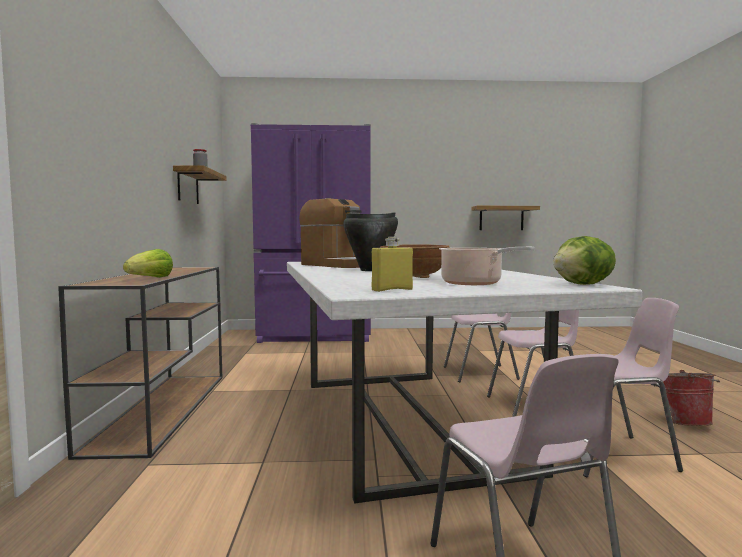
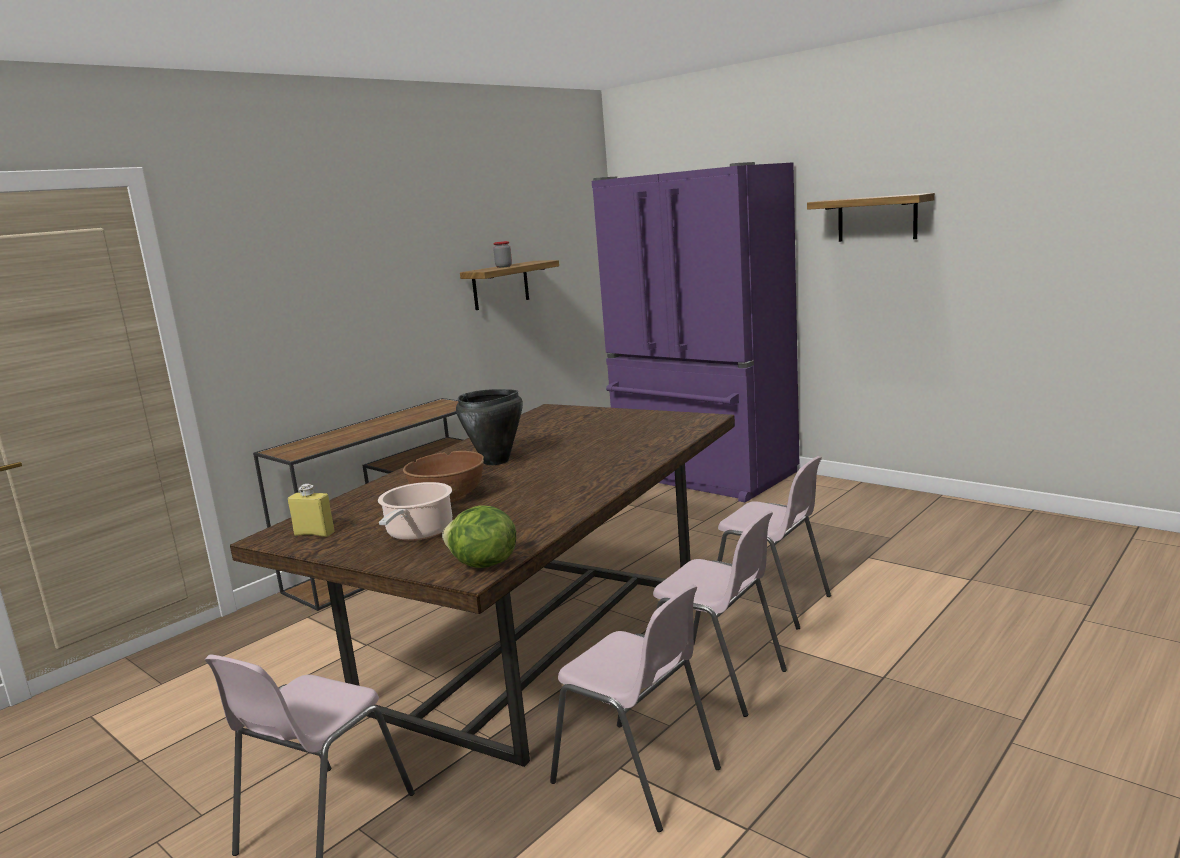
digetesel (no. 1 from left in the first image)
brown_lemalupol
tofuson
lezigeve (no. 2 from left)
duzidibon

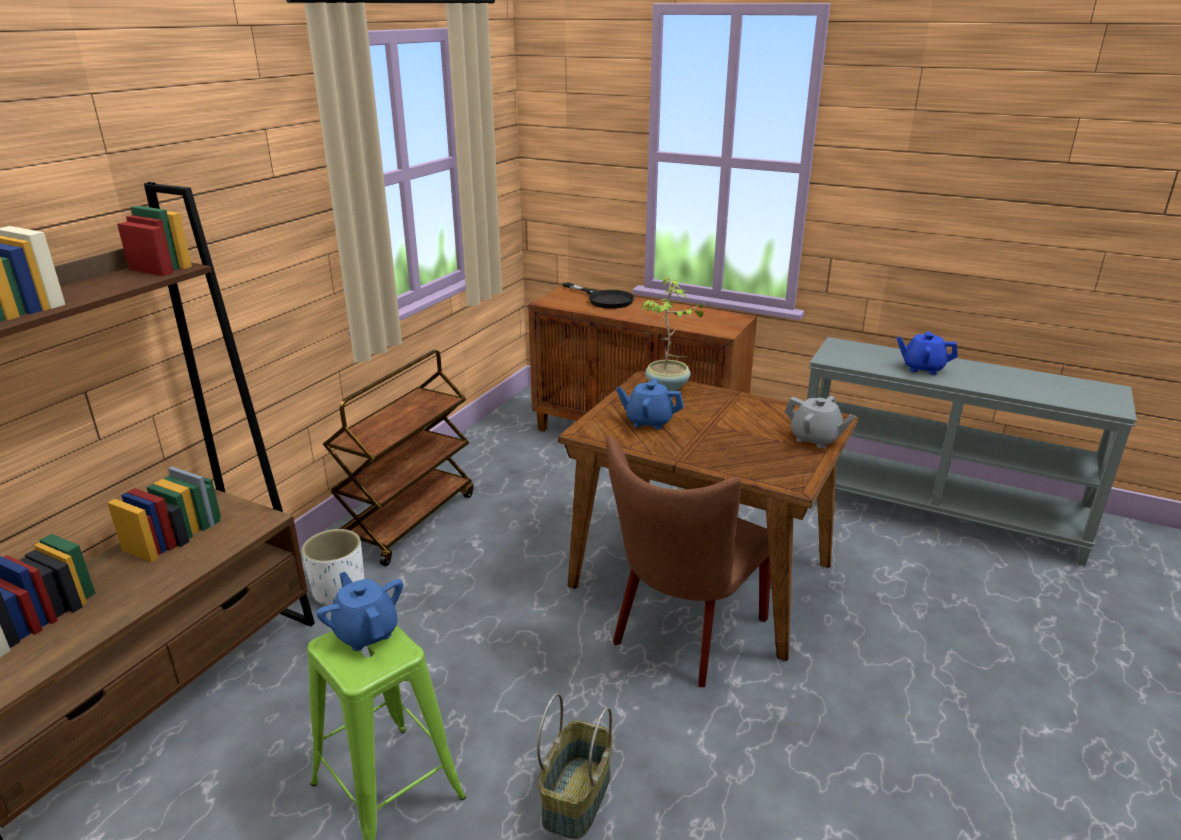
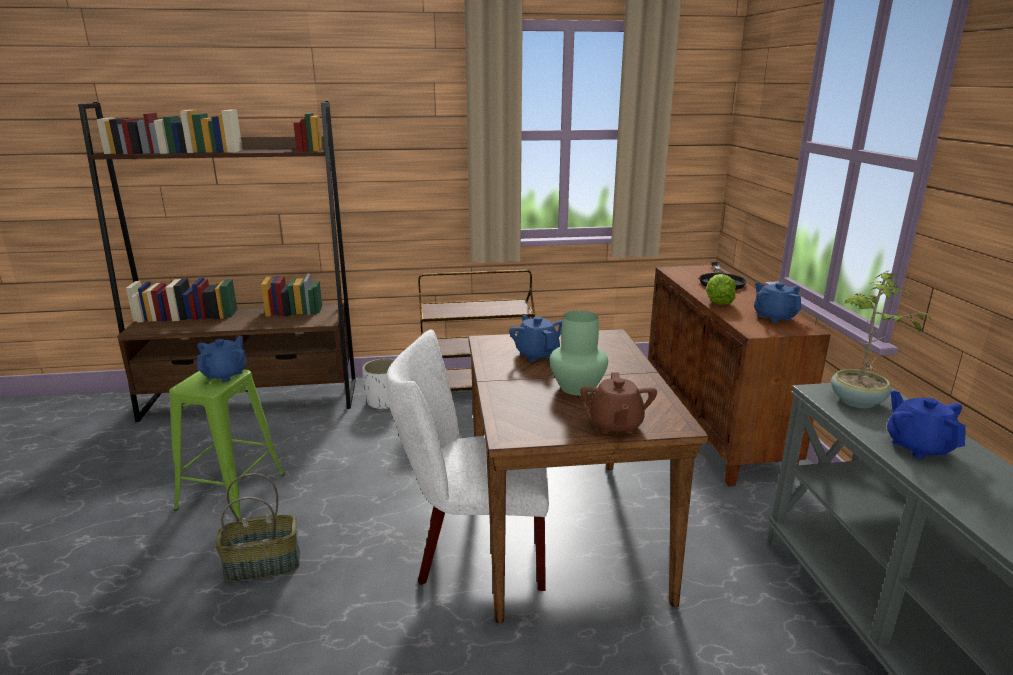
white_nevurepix
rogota
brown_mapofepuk
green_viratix
digetesel
blue_mapofepuk (no. 3 from left)

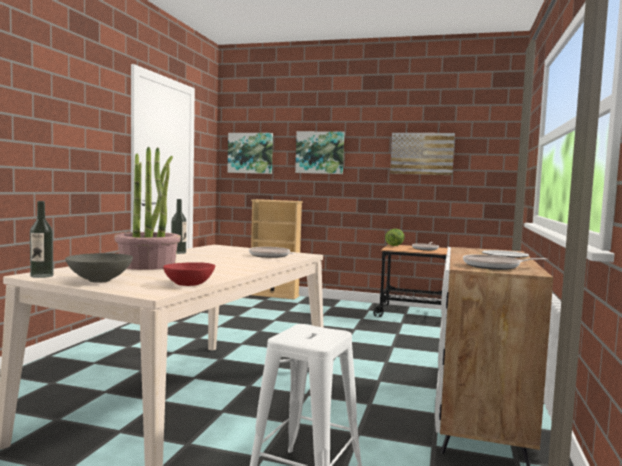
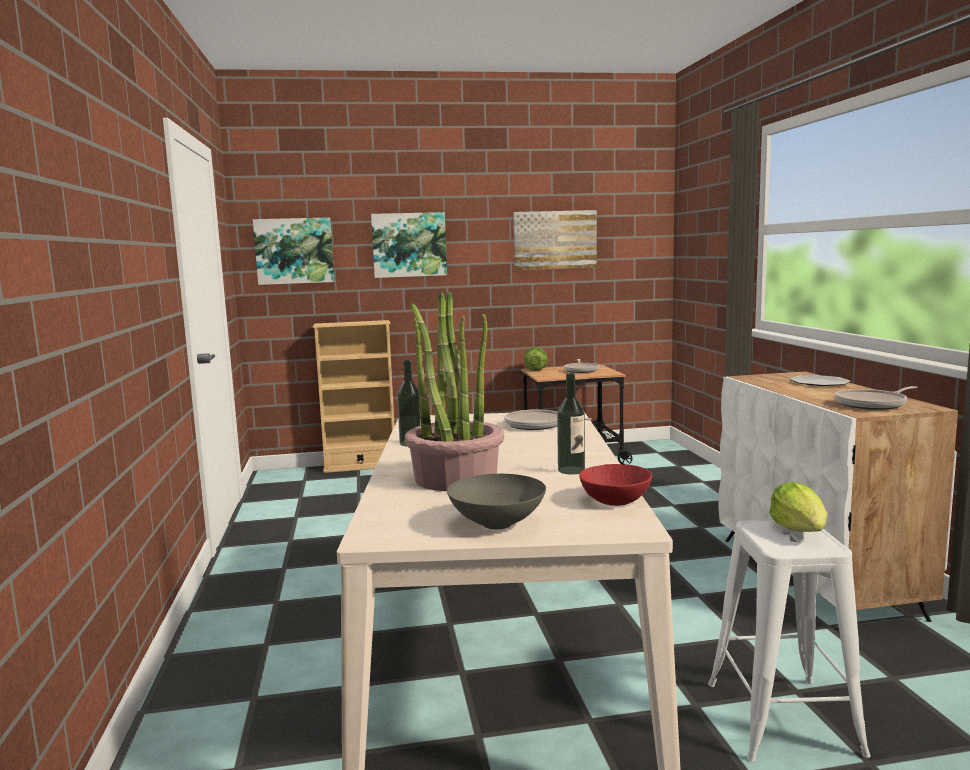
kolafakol (no. 2 from left)
digetesel (no. 2 from left)

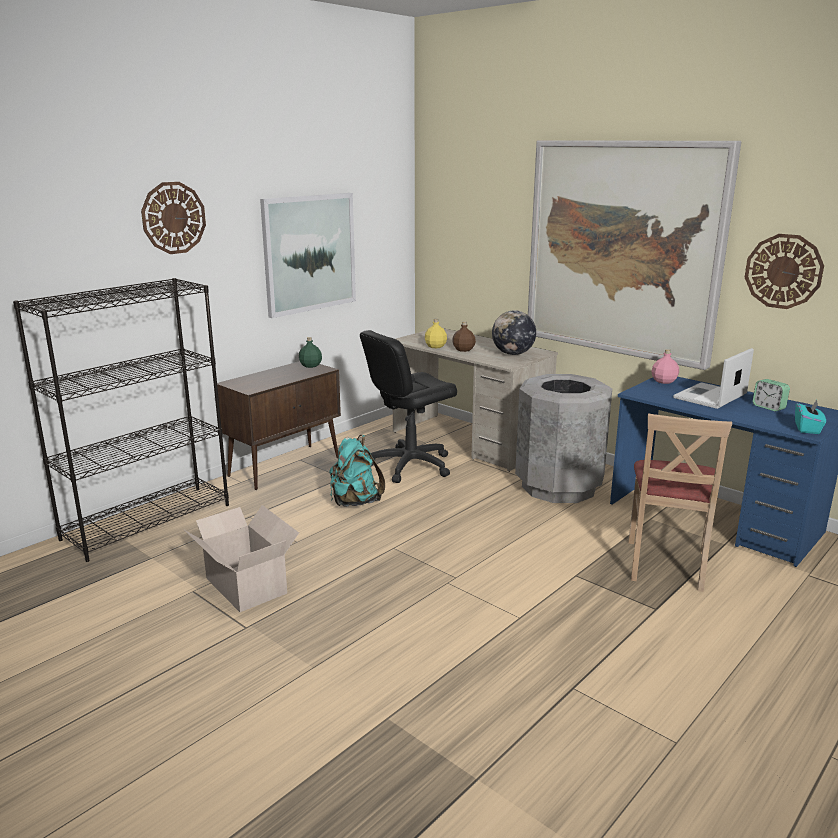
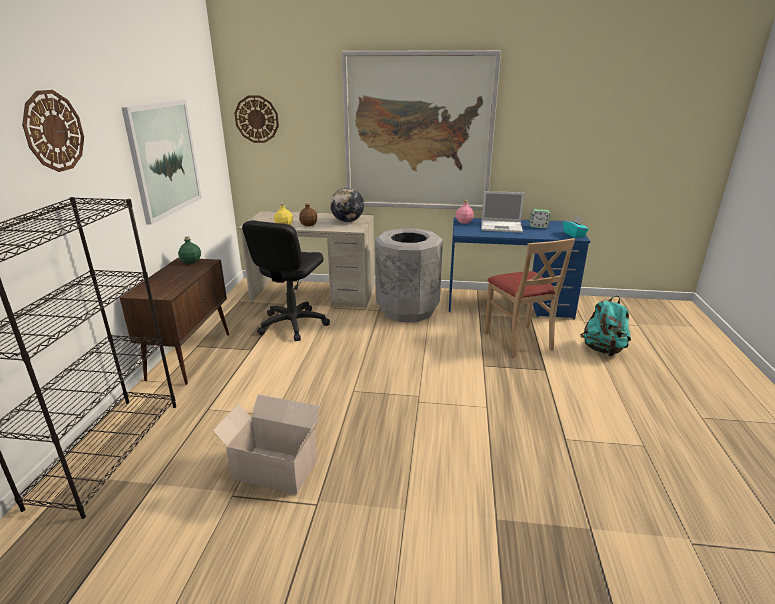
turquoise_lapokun
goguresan
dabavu (no. 2 from left)

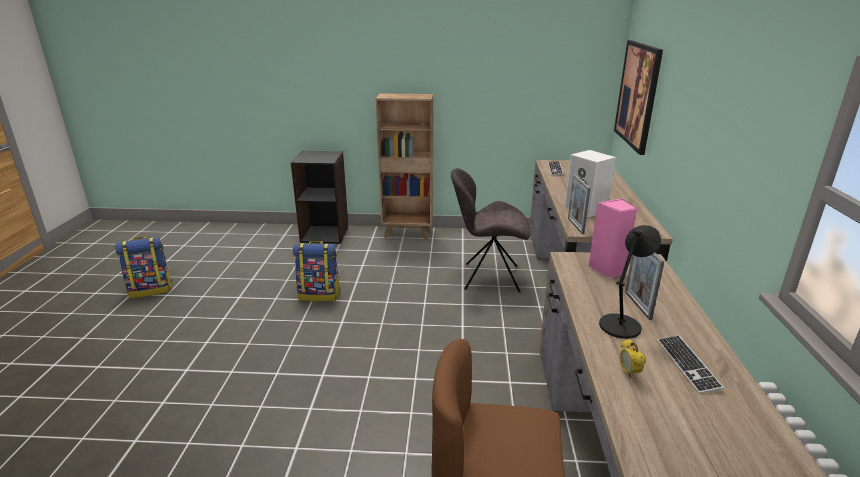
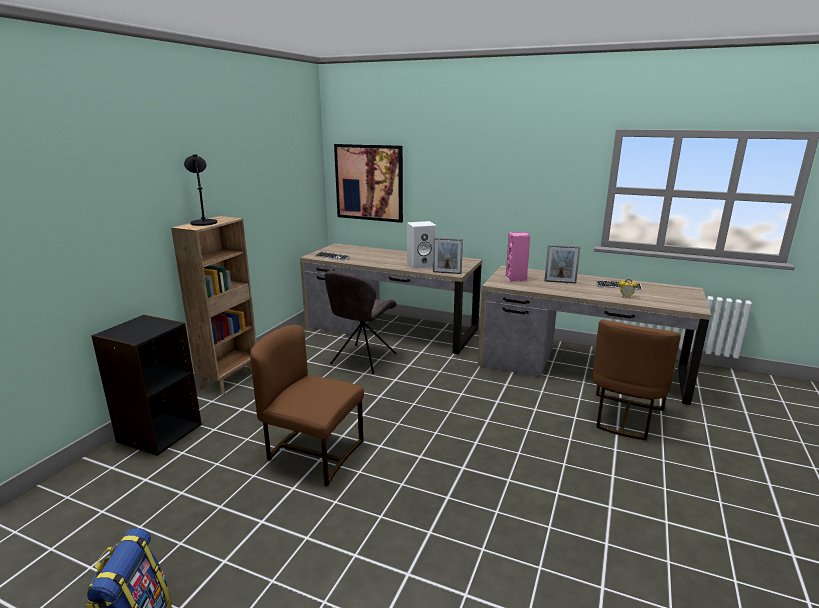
brown_nevurepix (no. 1 from left)
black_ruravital

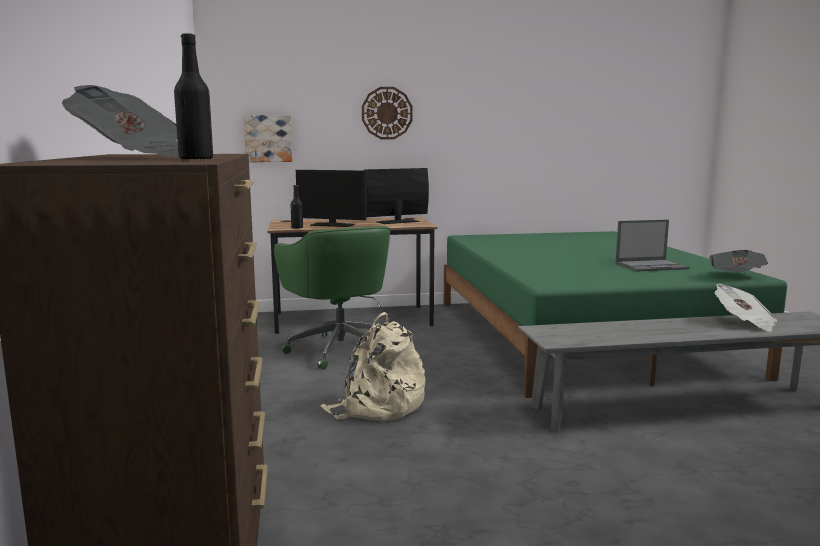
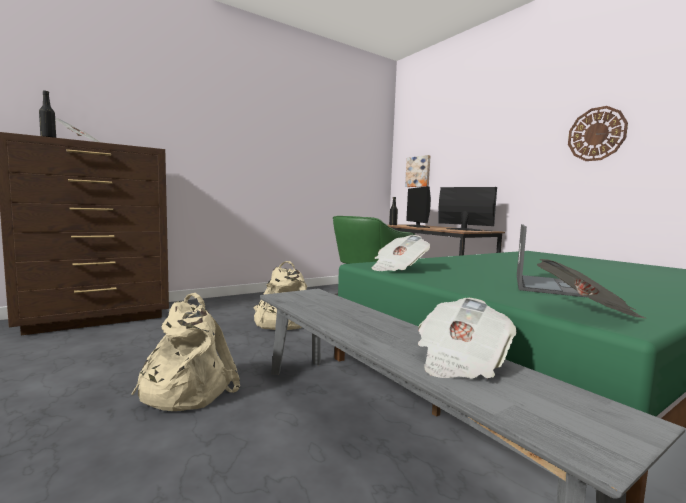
dabavu
goguresan
beige_lapokun (no. 1 from left)
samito (no. 2 from left)

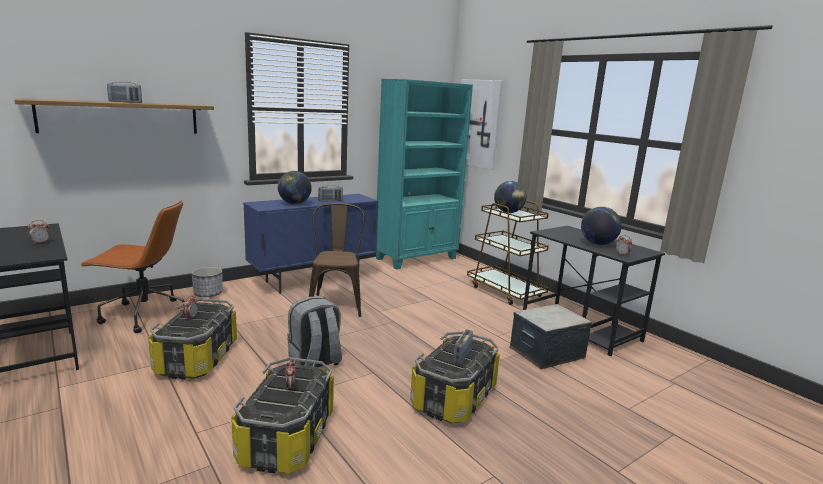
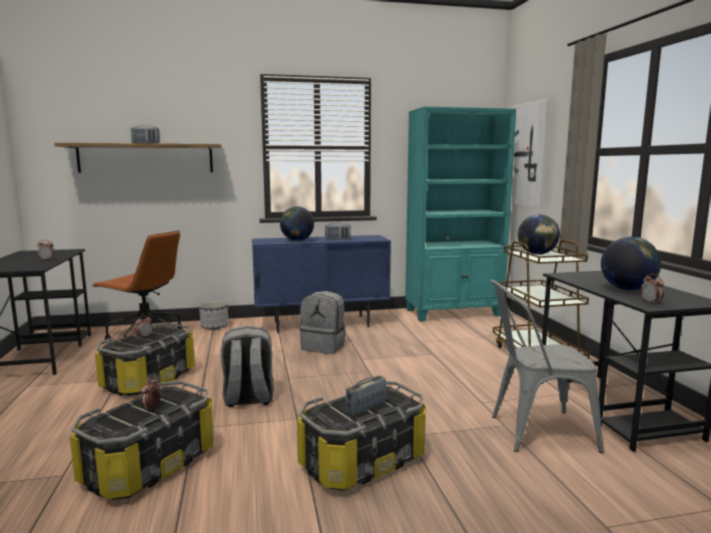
grey_lapokun (no. 2 from left)
grey_nevurepix

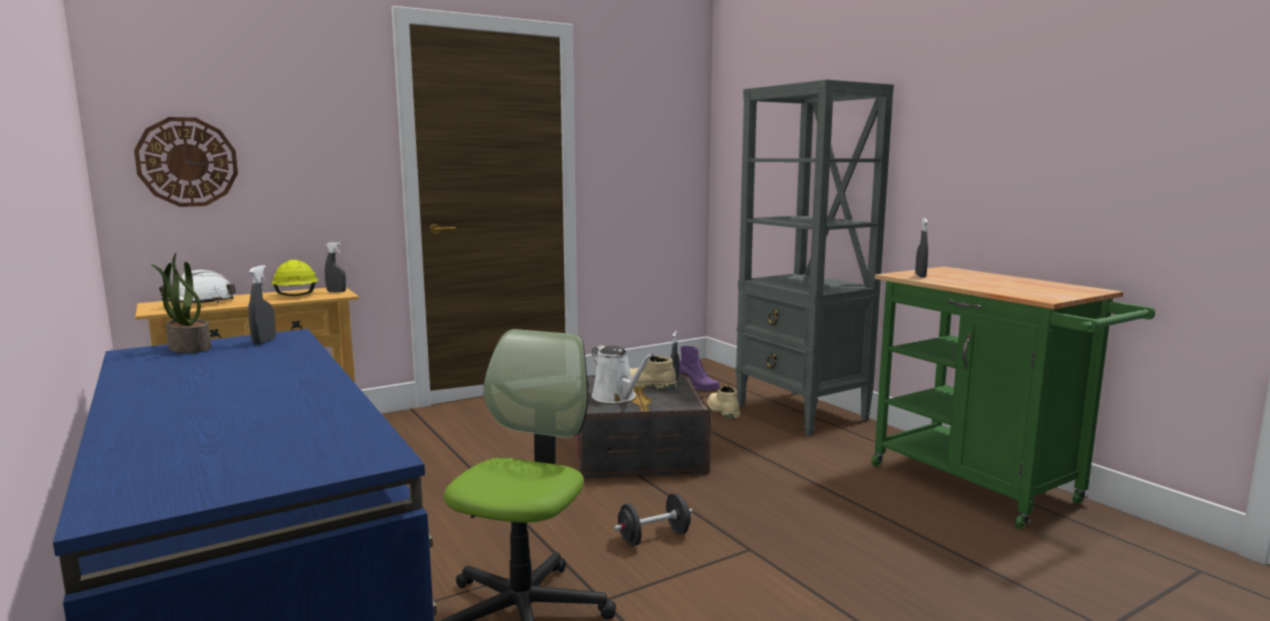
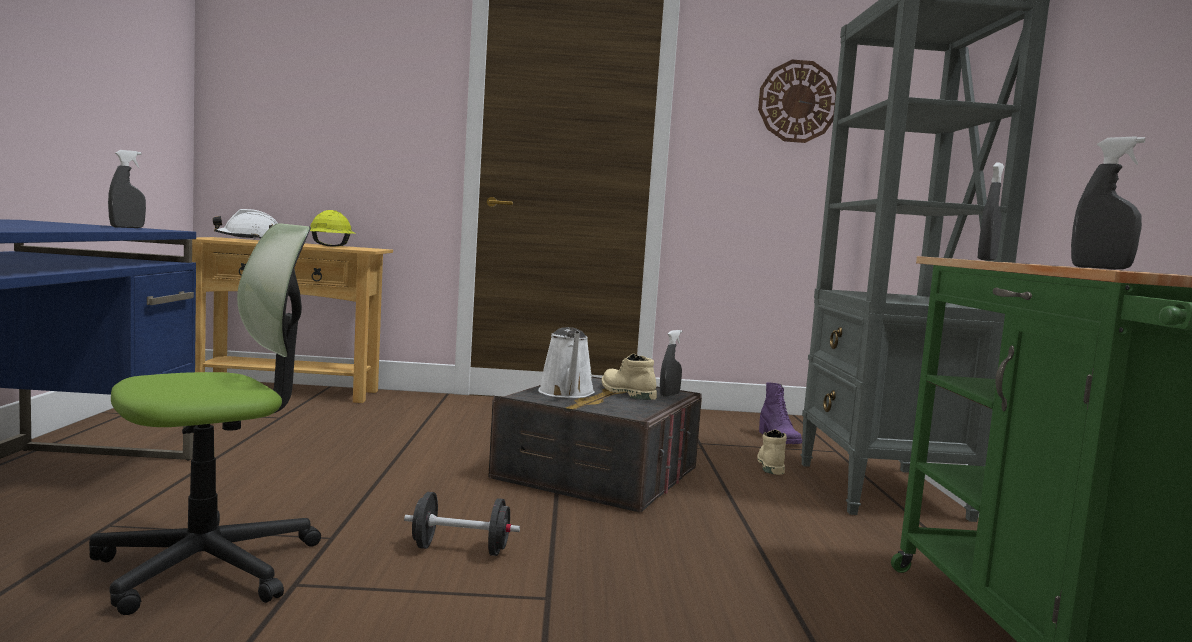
dabavu
rogota
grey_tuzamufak (no. 4 from left)

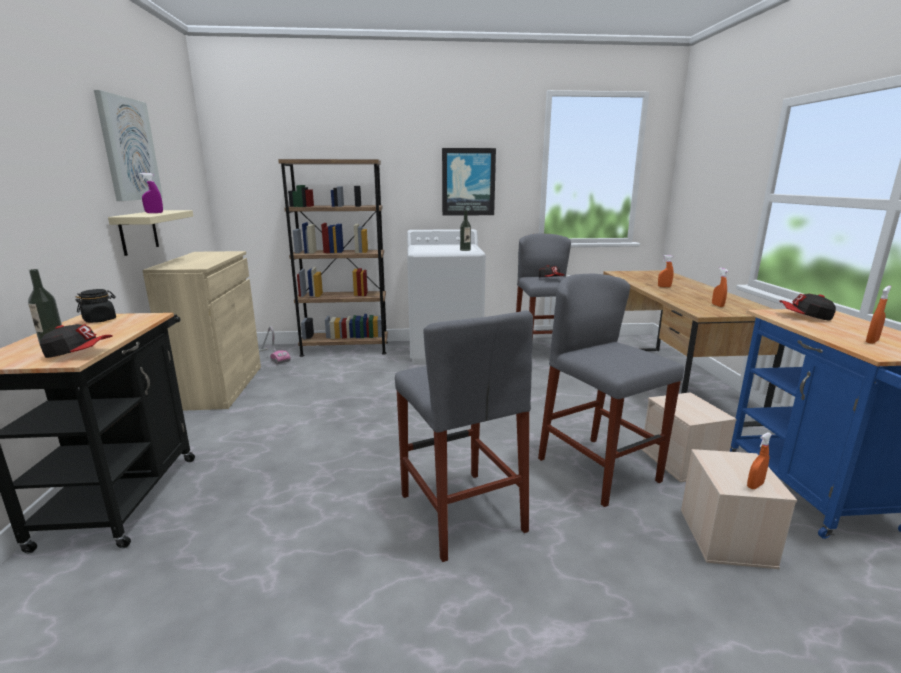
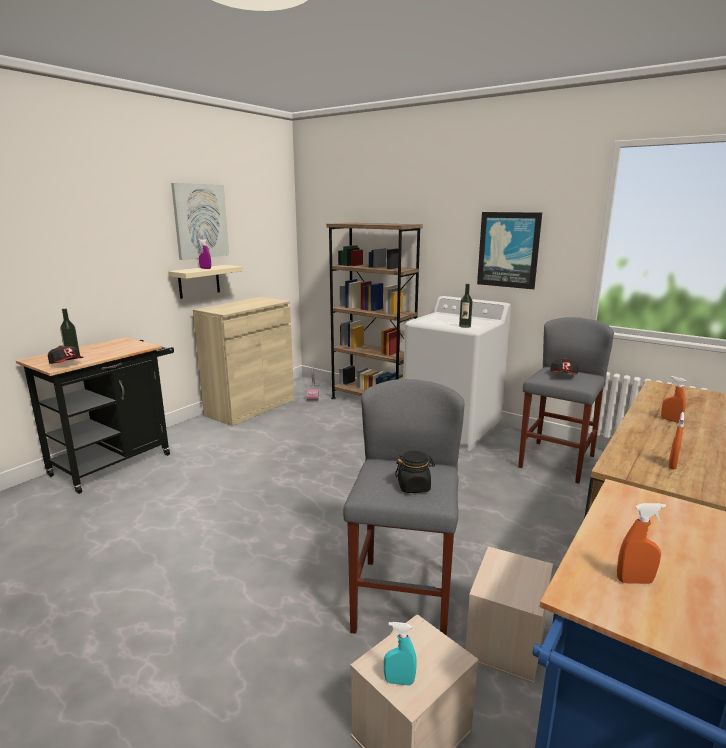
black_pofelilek
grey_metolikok (no. 1 from left in the first image)
turquoise_tuzamufak
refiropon (no. 3 from left in the first image)

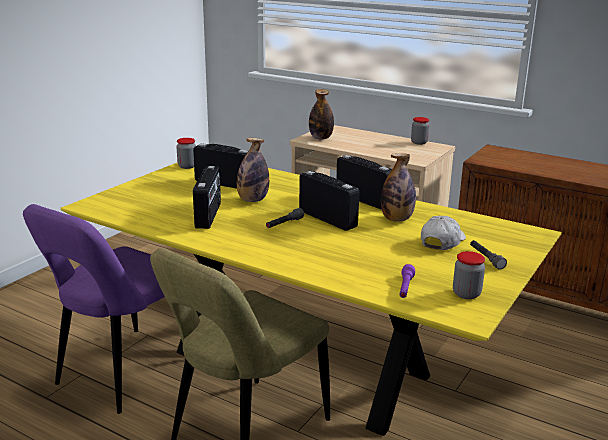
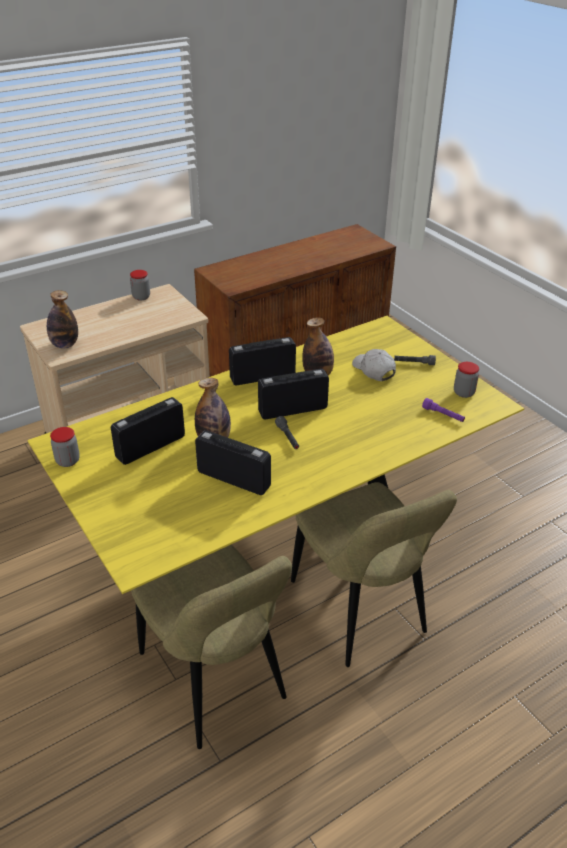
beige_nevurepix (no. 1 from left)

